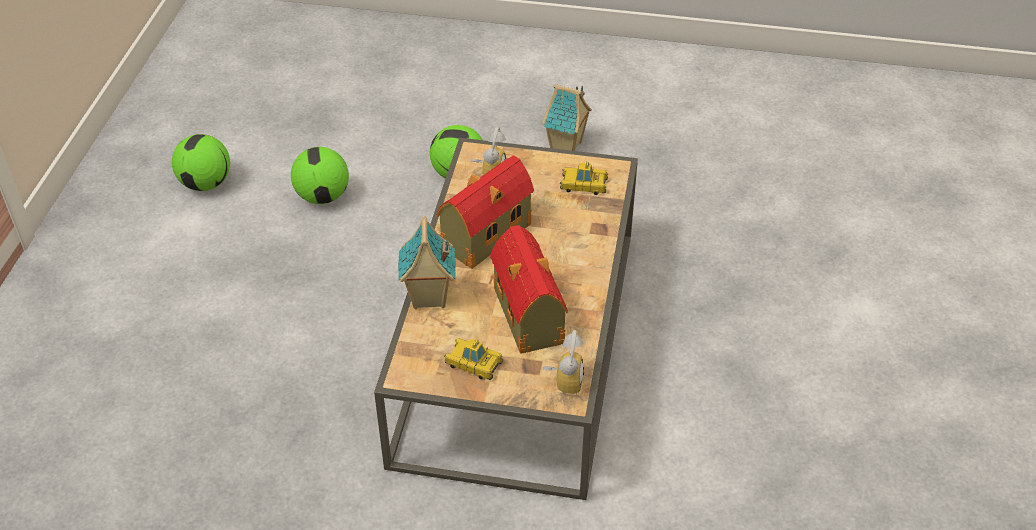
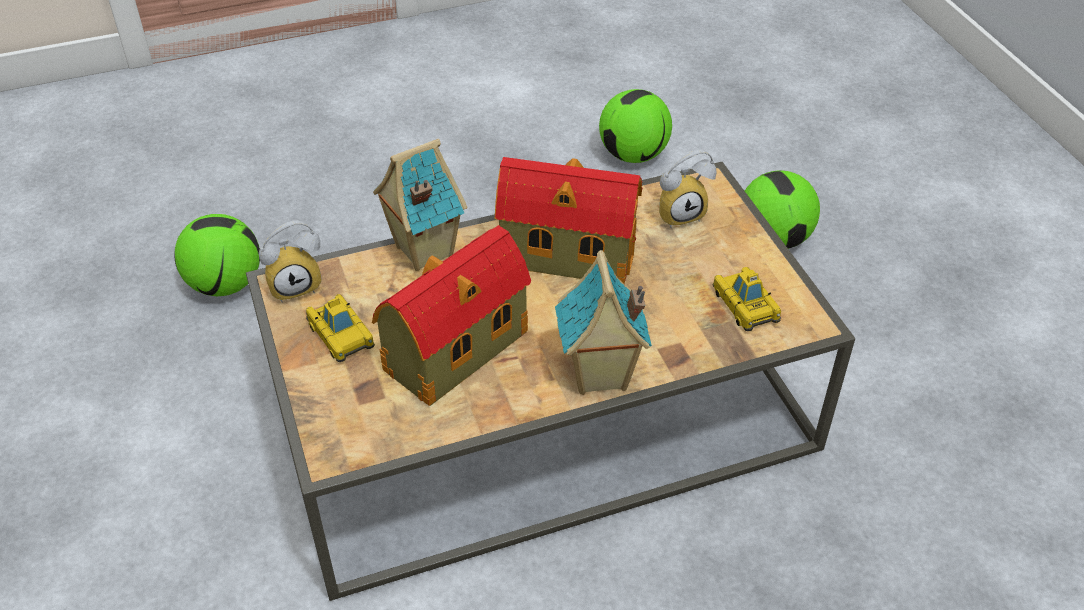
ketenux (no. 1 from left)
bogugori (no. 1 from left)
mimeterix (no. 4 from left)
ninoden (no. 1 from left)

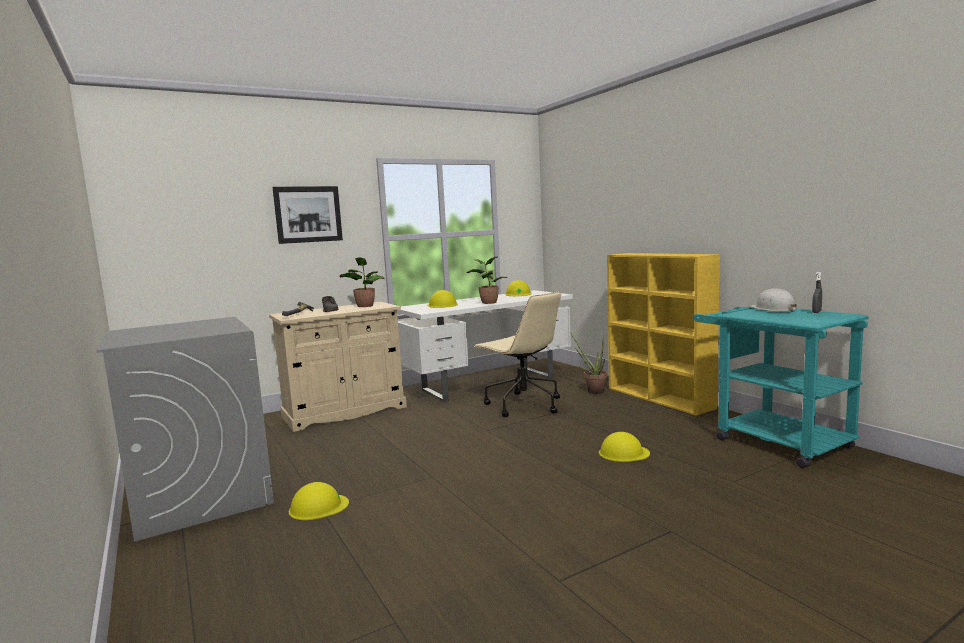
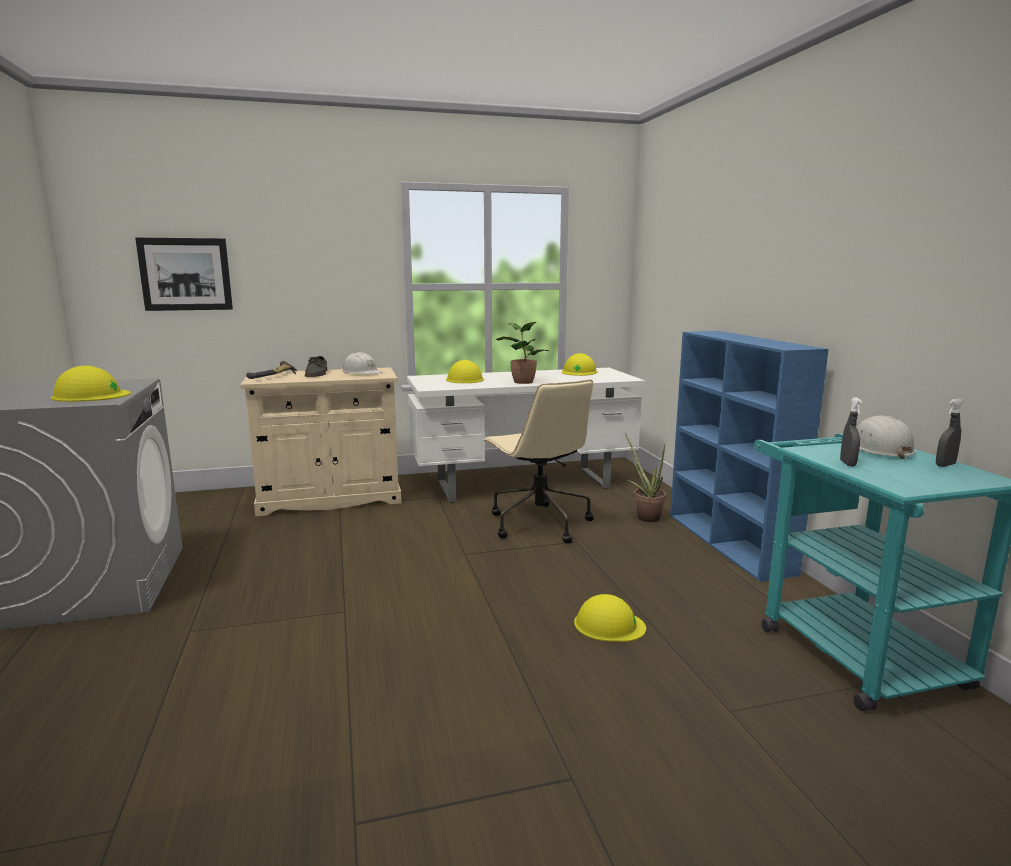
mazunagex
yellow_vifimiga (no. 1 from left)
white_vifimiga (no. 1 from left)
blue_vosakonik
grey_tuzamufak (no. 1 from left)

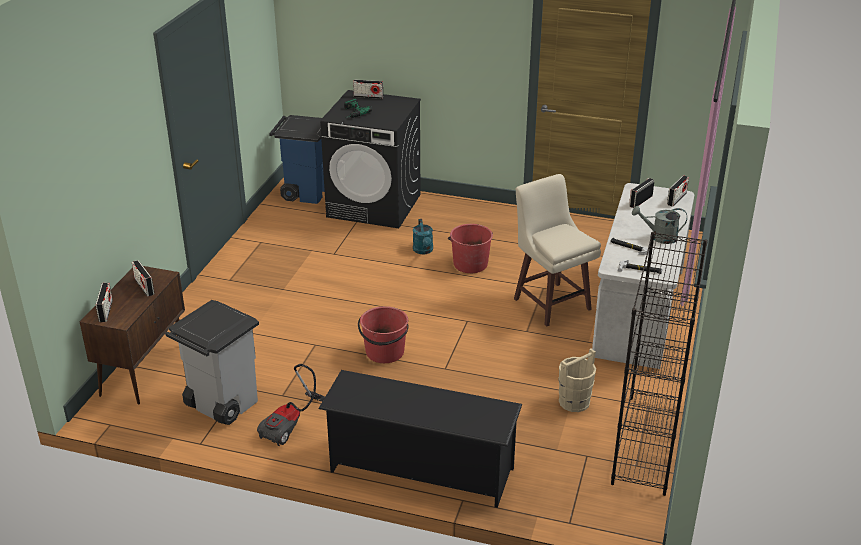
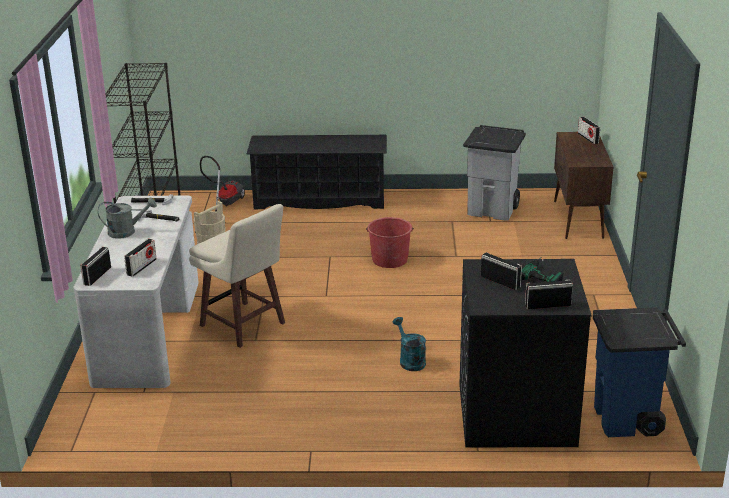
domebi (no. 3 from left)
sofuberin
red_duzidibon (no. 2 from left in the first image)

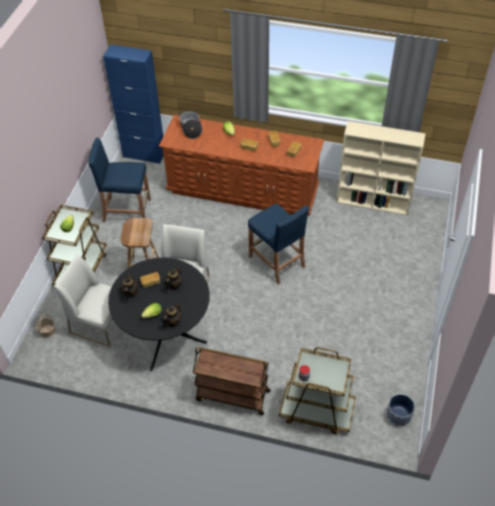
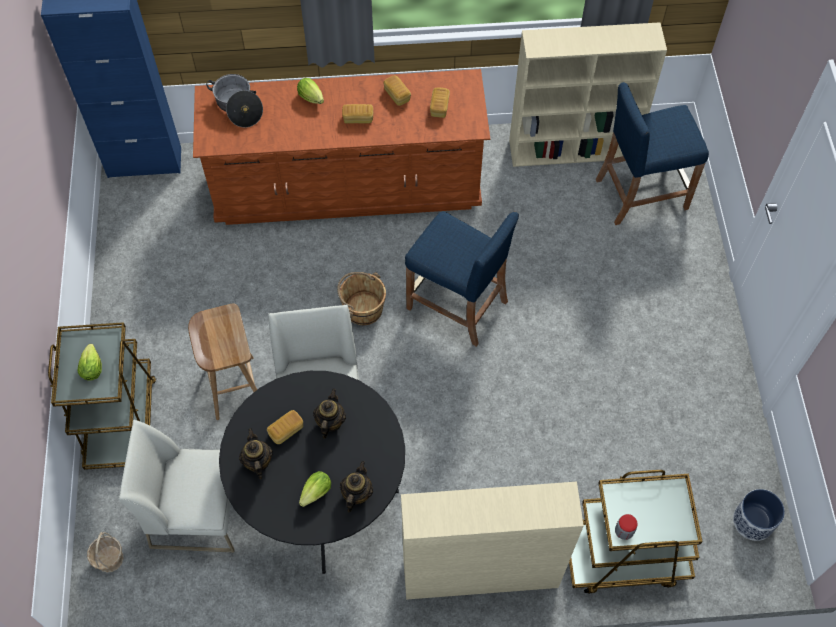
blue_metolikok (no. 2 from left)
beige_vosakonik (no. 1 from left)
brown_duzidibon

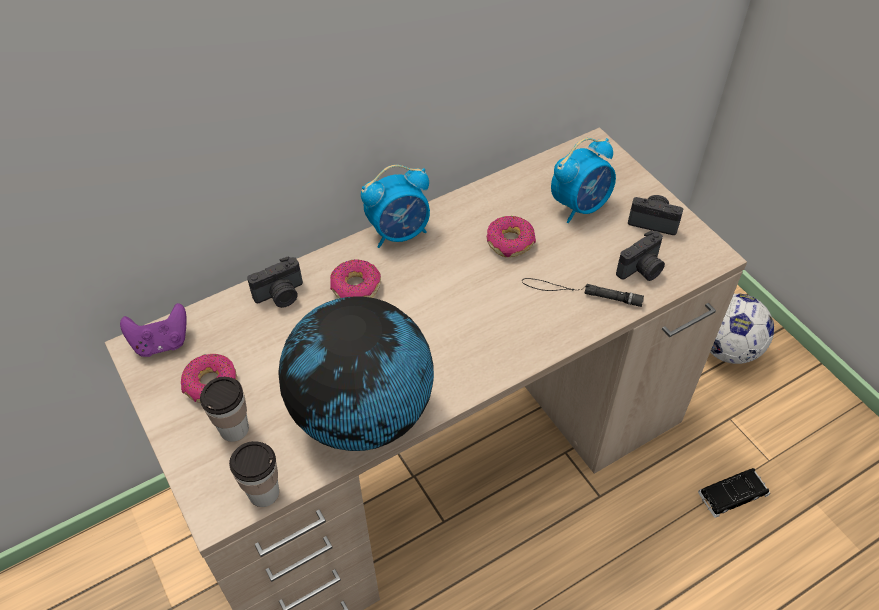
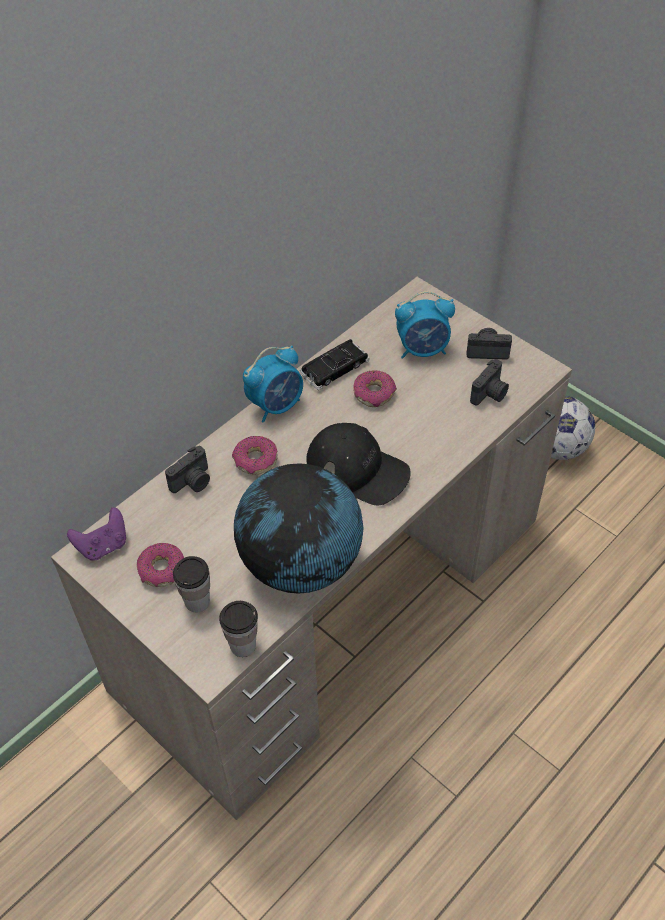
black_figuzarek
ninoden (no. 2 from left)
black_bogugori
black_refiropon

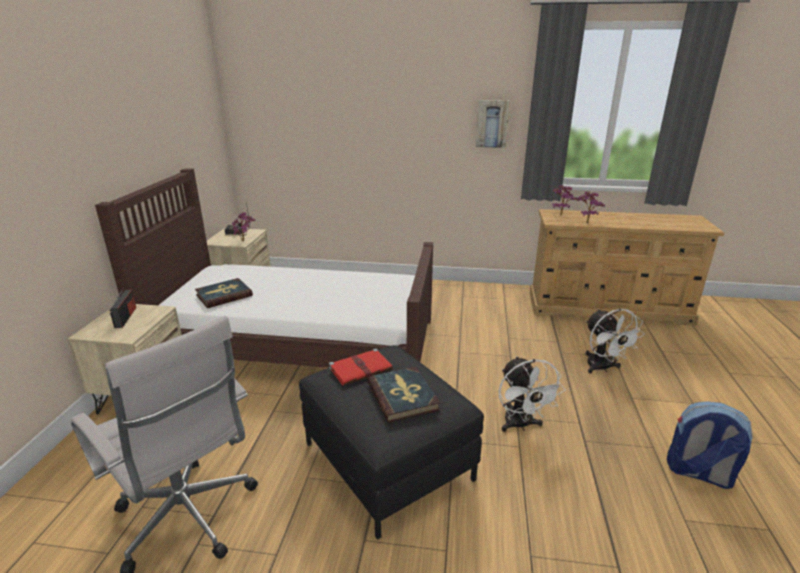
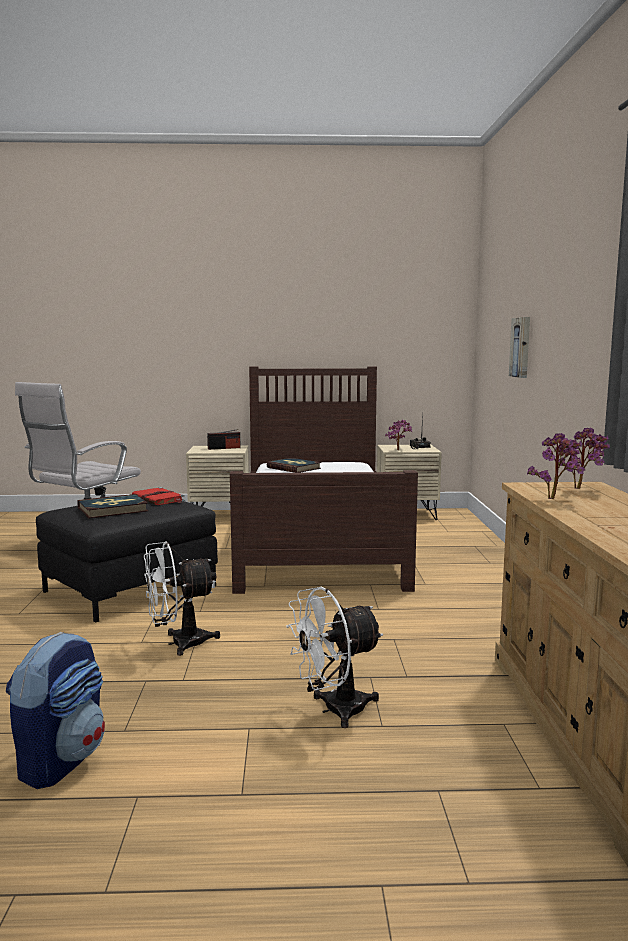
mazunagex

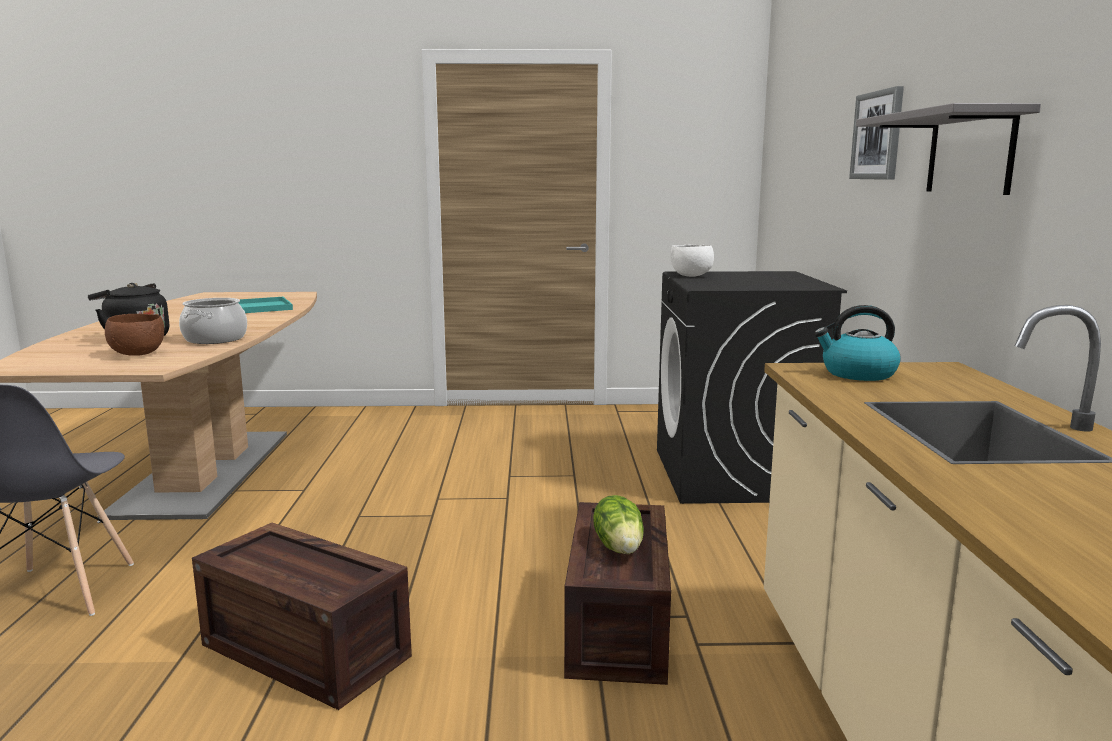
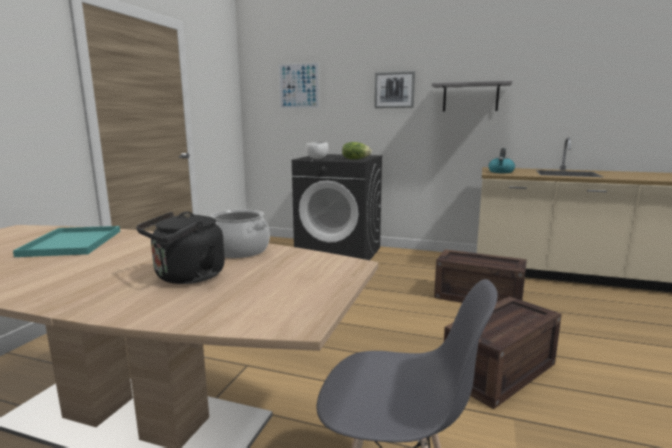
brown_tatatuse
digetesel
mazunagex (no. 1 from left)

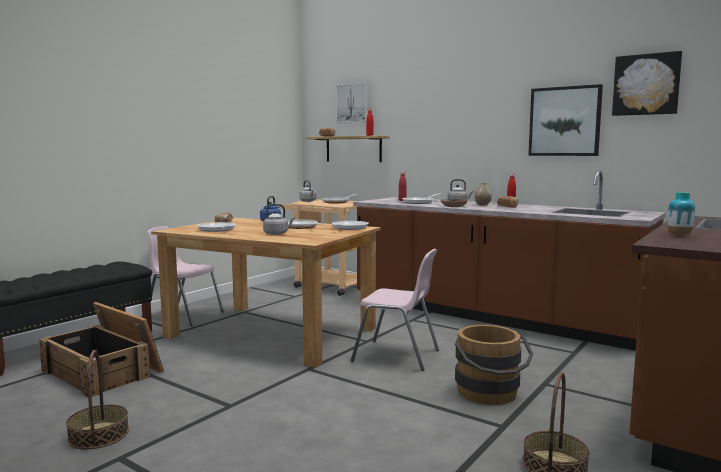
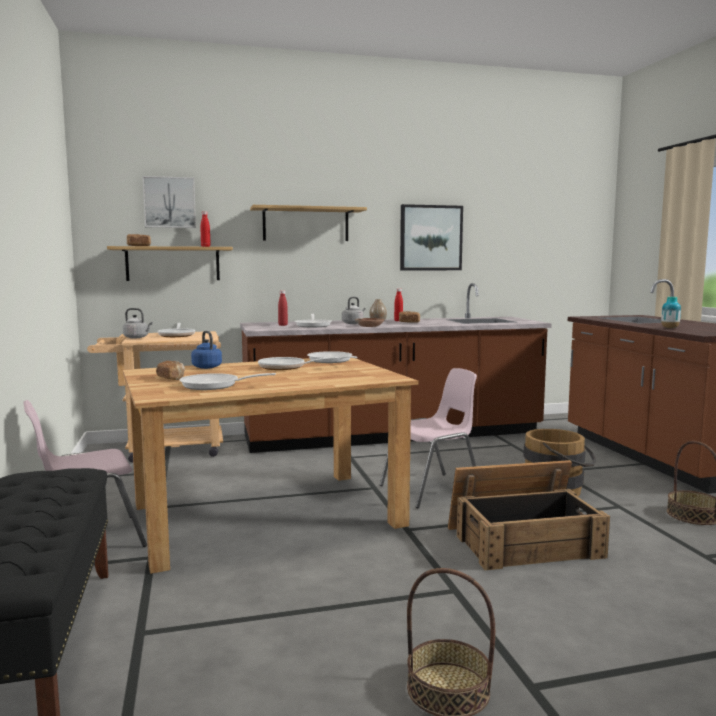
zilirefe
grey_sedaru (no. 1 from left in the first image)
mazunagex (no. 3 from left in the first image)
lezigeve (no. 2 from left)

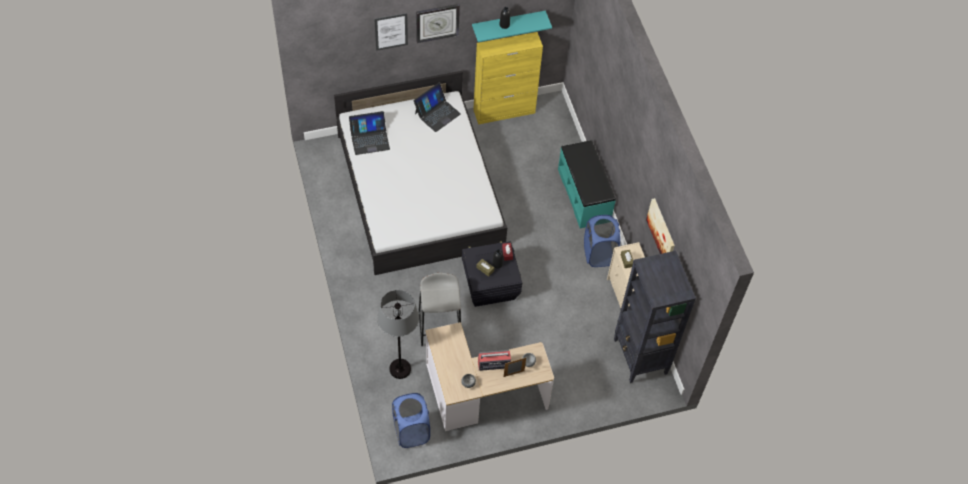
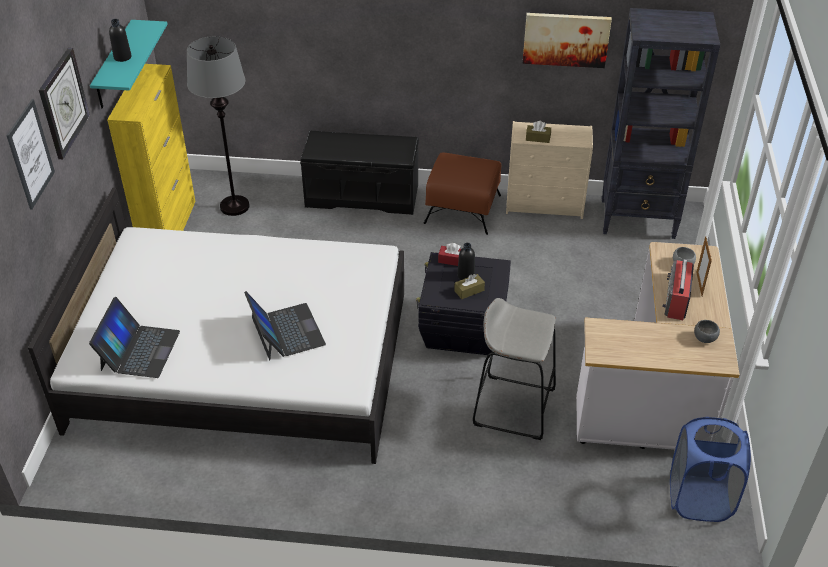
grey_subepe
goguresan (no. 2 from left)
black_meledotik
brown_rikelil

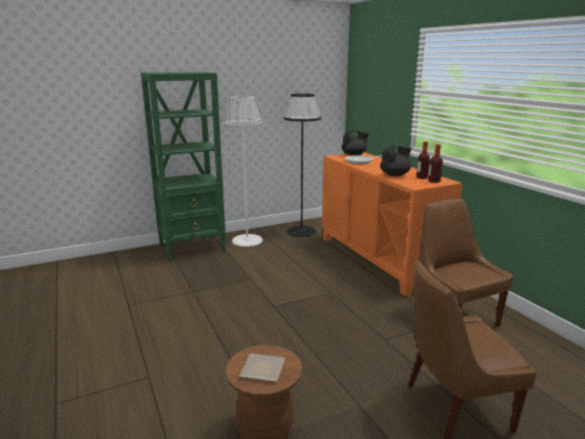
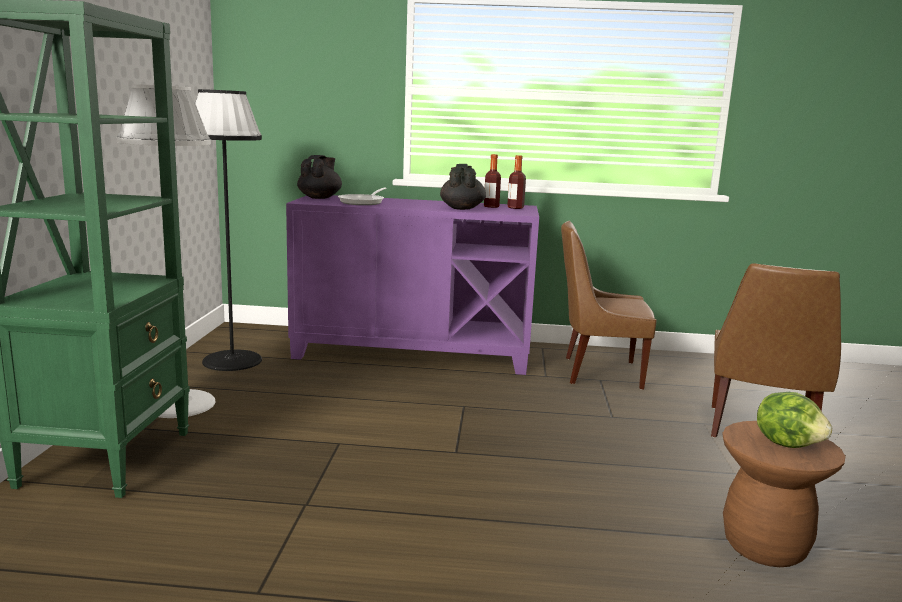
digetesel
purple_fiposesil

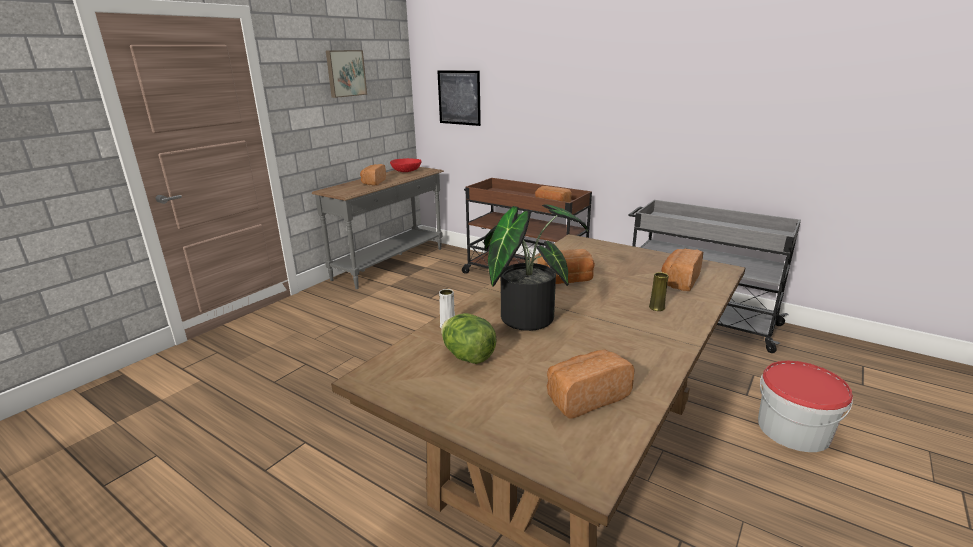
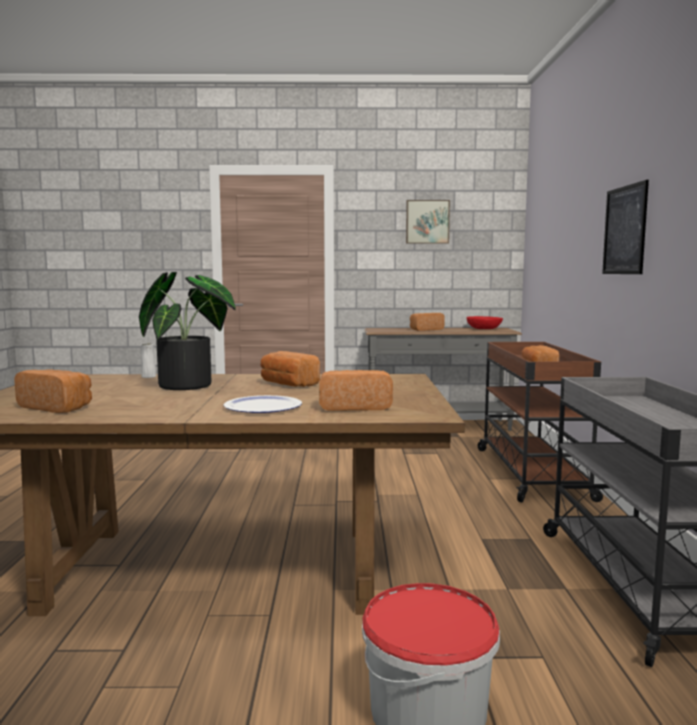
mazunagex (no. 2 from left)
digetesel
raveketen

